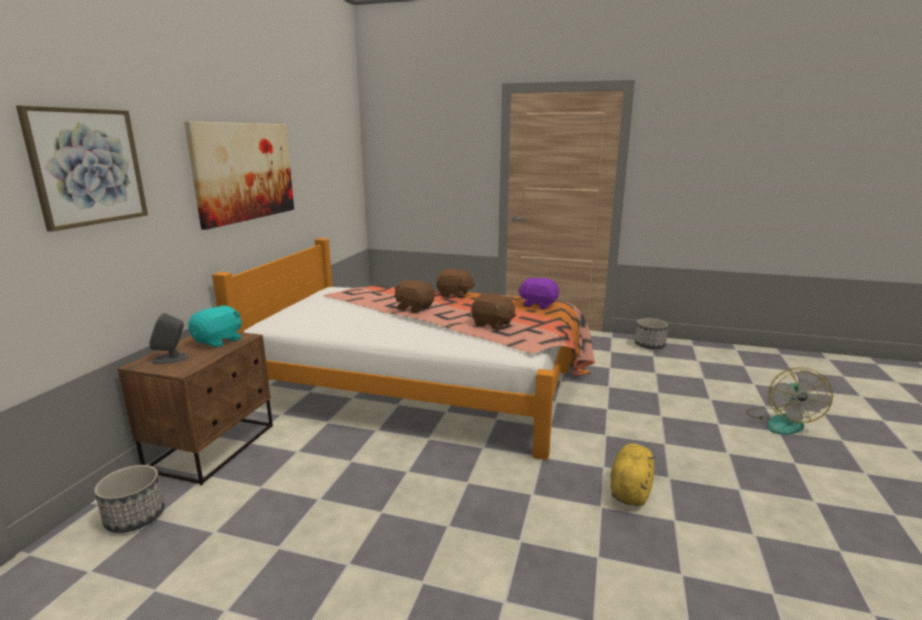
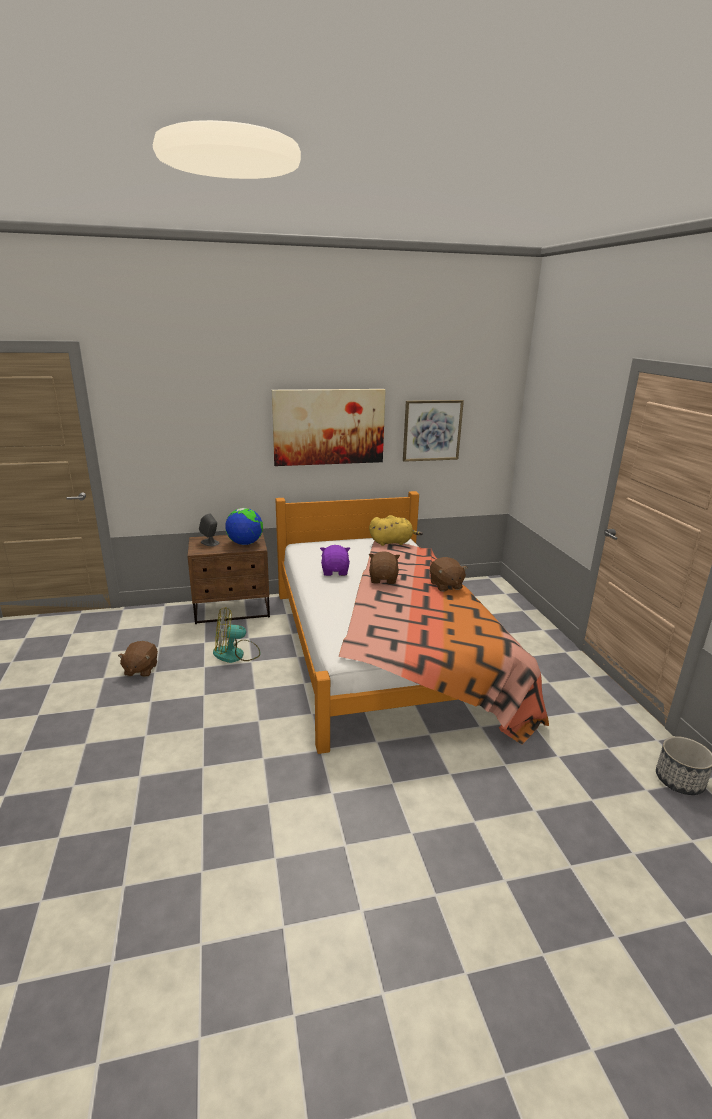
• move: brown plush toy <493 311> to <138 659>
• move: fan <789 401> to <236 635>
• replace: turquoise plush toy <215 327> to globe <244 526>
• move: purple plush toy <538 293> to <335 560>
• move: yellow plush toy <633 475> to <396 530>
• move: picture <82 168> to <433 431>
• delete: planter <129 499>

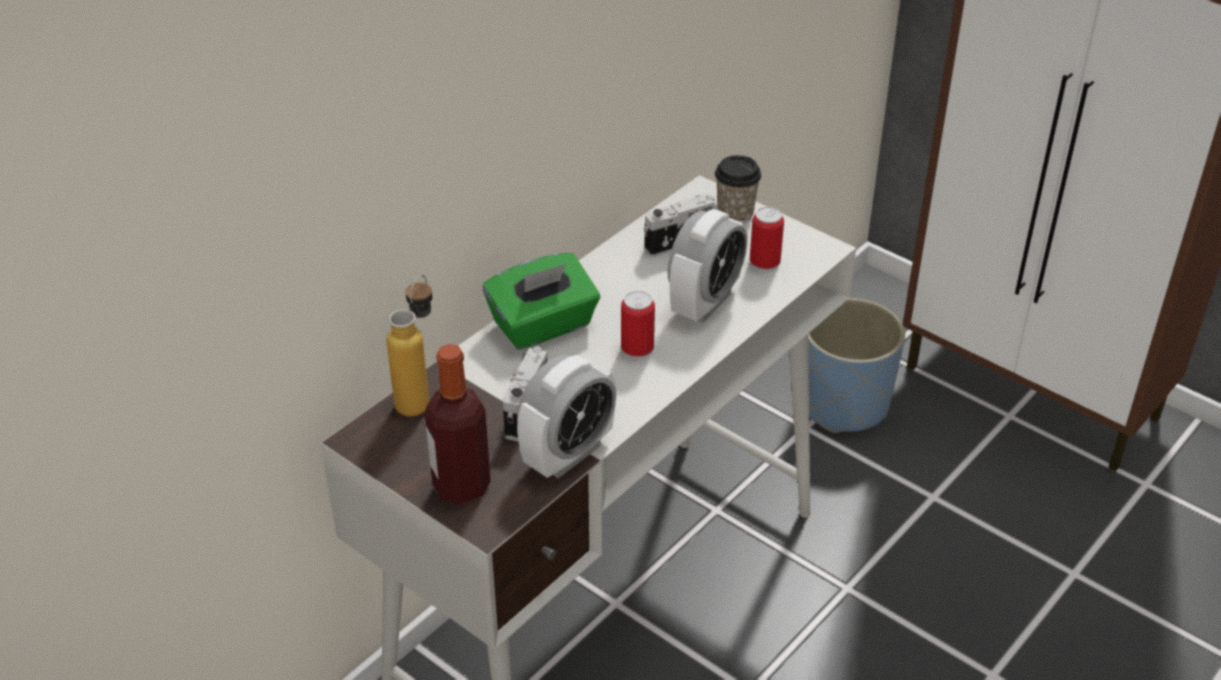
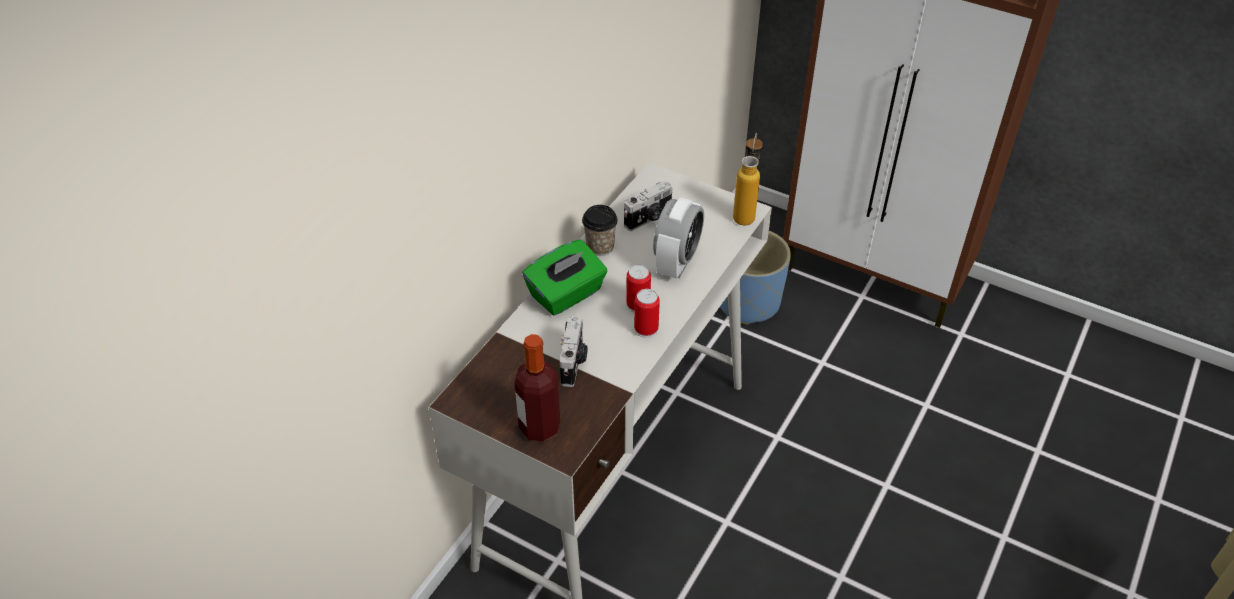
• move: cup <738 189> to <600 230>
• move: can <767 240> to <647 313>
• move: bottle <409 345> to <748 179>
• delete: alarm clock <566 416>

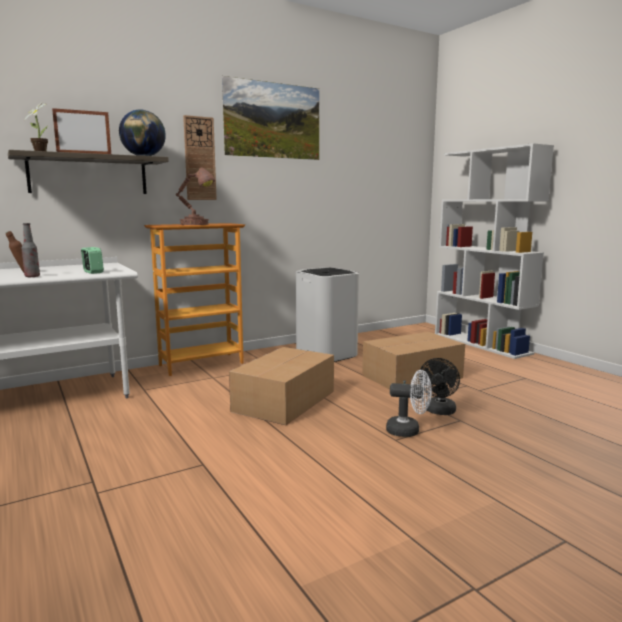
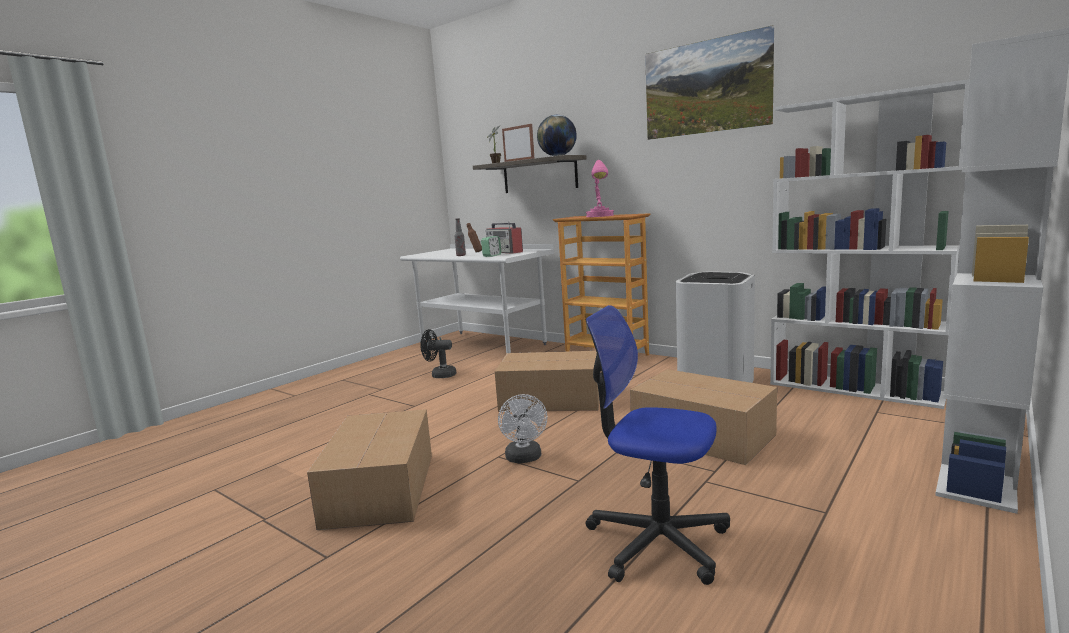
• insert: cardboard box <369 469>
• move: black fan <440 386> to <438 353>
• insert: radio <504 238>
• recolor: brown table lamp <195 196> to pink table lamp <600 188>
• insert: office chair <658 445>
• insert: white bookcase <869 244>
• delete: wall clock <200 157>

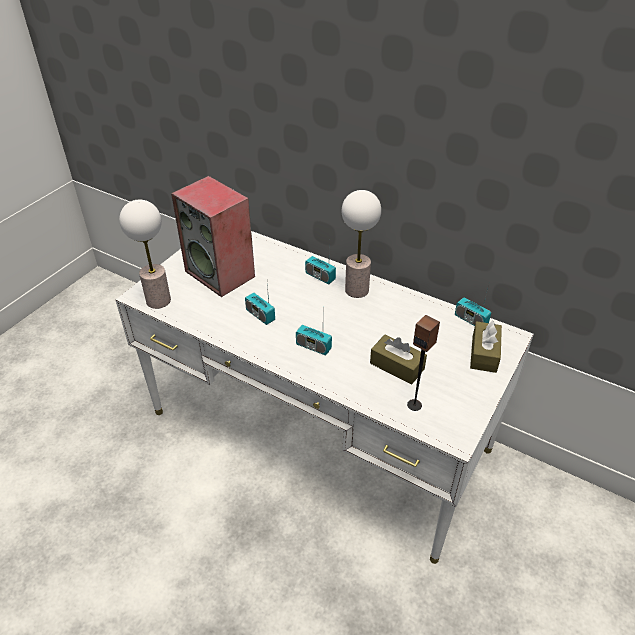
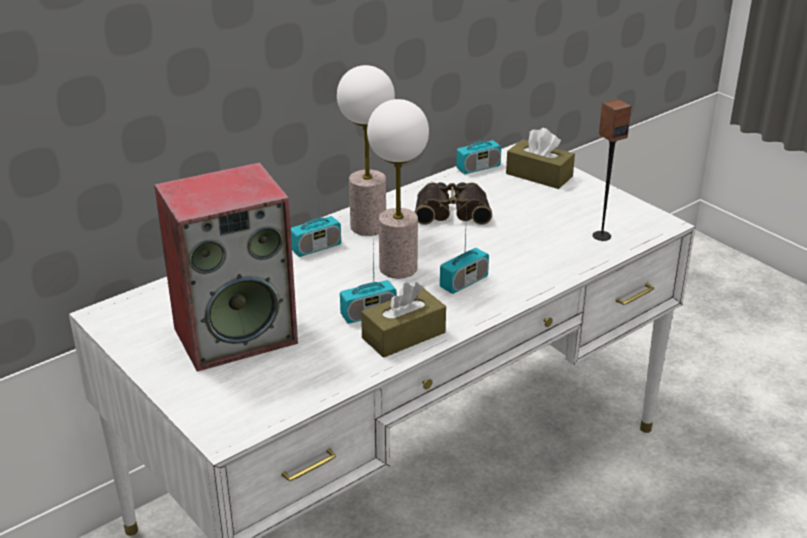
• move: brown tissue box <398 360> to <403 320>
• move: table lamp <145 254> to <398 188>
• insert: binoculars <453 203>

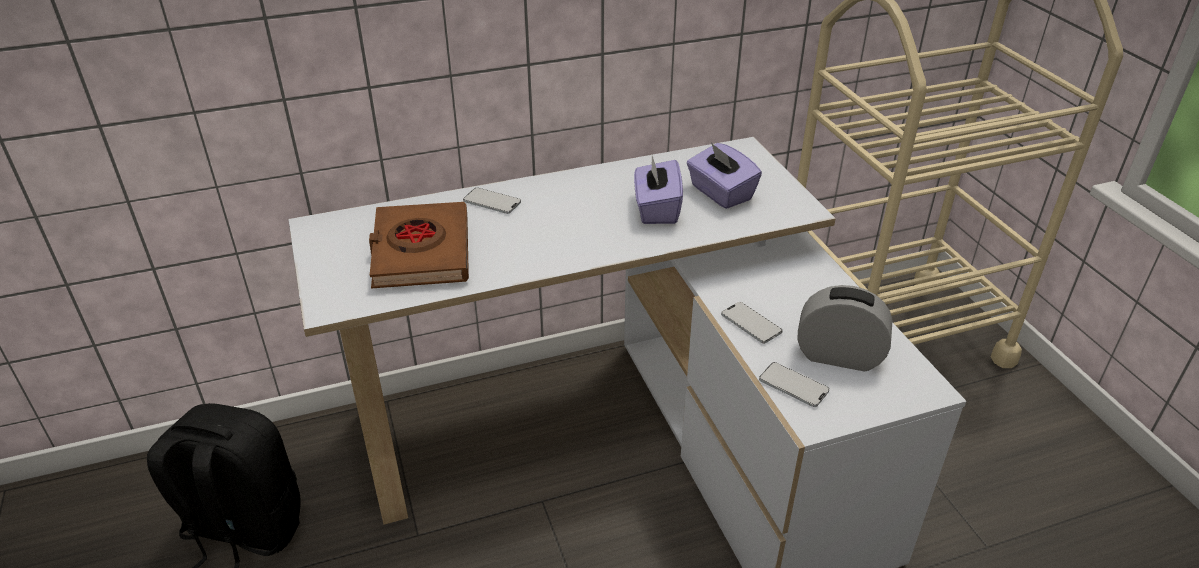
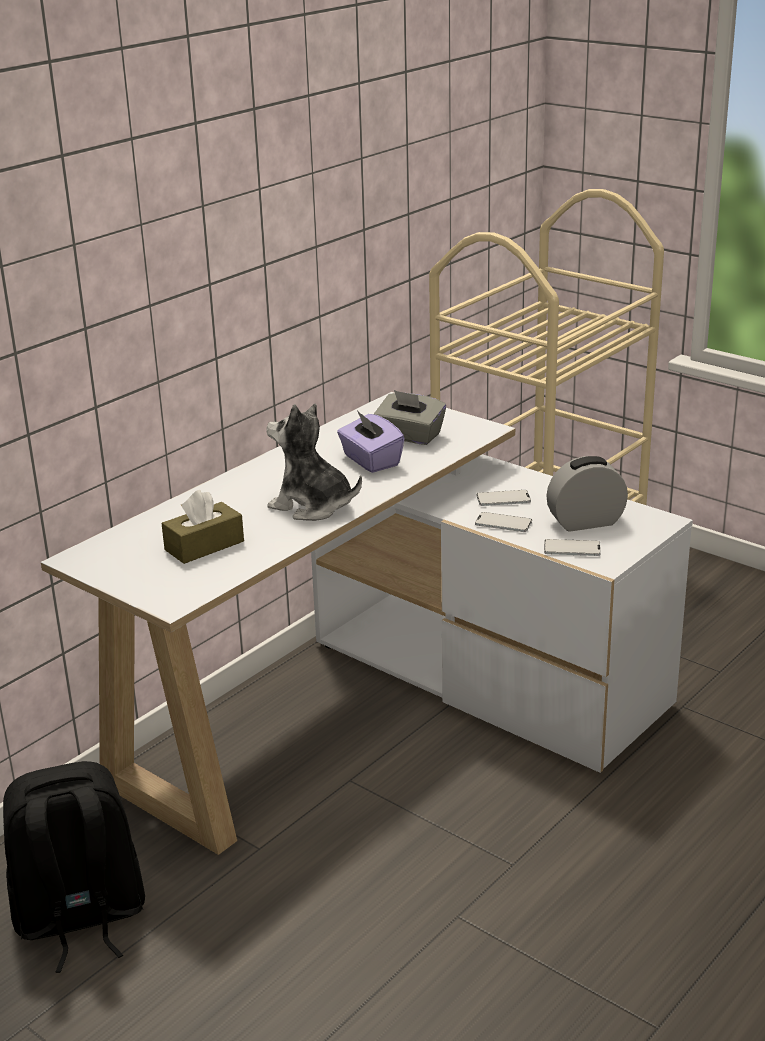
• replace: brown book <419 245> to brown tissue box <203 527>
• insert: plush toy <314 462>
• recolor: purple tissue box <724 175> to grey tissue box <410 417>
• move: phone <492 200> to <504 498>

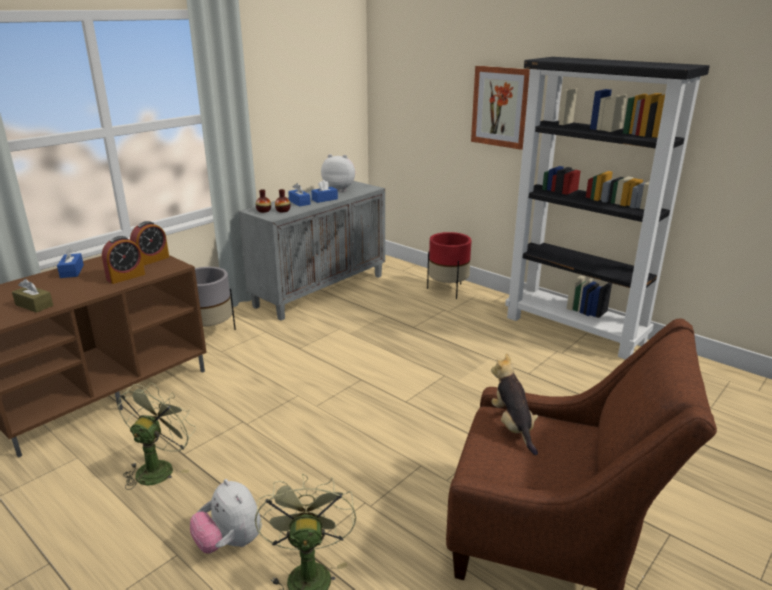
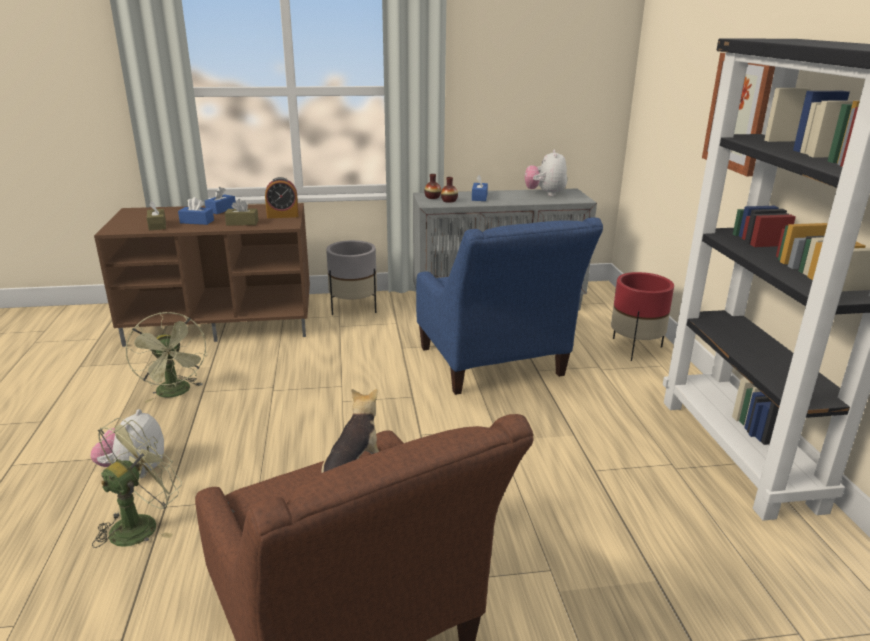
• rotate: green fan <157 436> = <166 357> 90 degrees clockwise
• move: blue tissue box <324 191> to <196 211>
• replace: alarm clock <123 260> to brown tissue box <242 212>
• insert: blue armchair <509 306>
• rotate: plush toy <338 173> = <546 172> 135 degrees counterclockwise

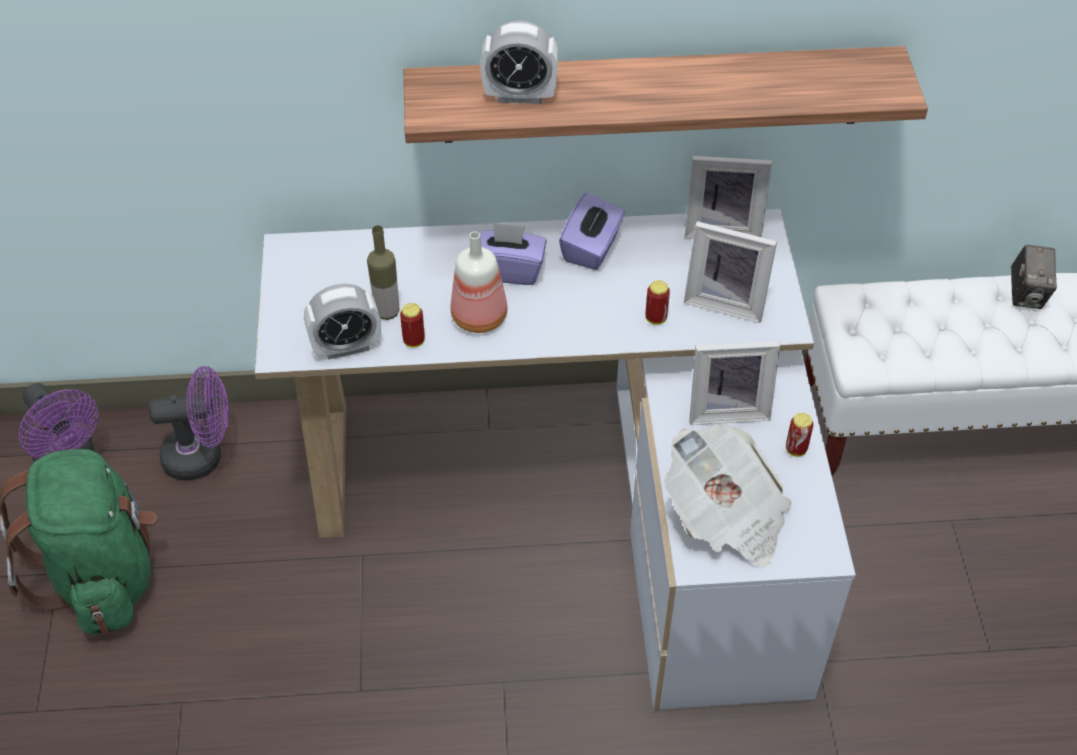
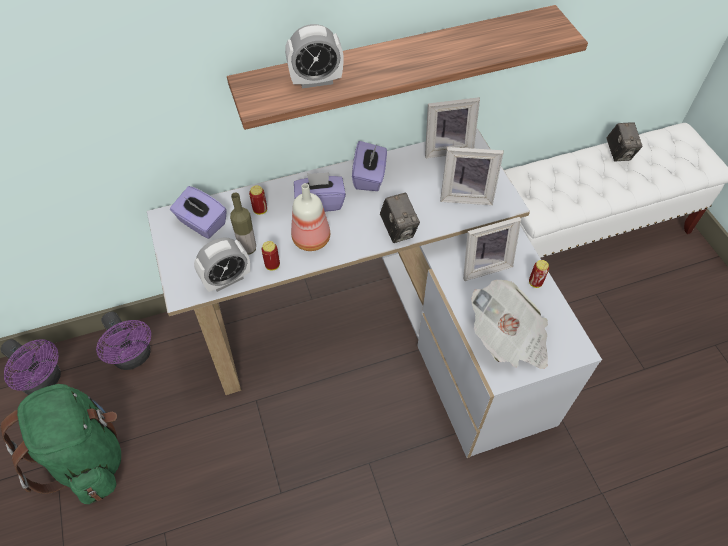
• rotate: purple fan <189 423> = <123 341> 75 degrees clockwise
• insert: purple tissue box <198 212>
• move: can <657 302> to <258 200>
• insert: photo camera <400 218>

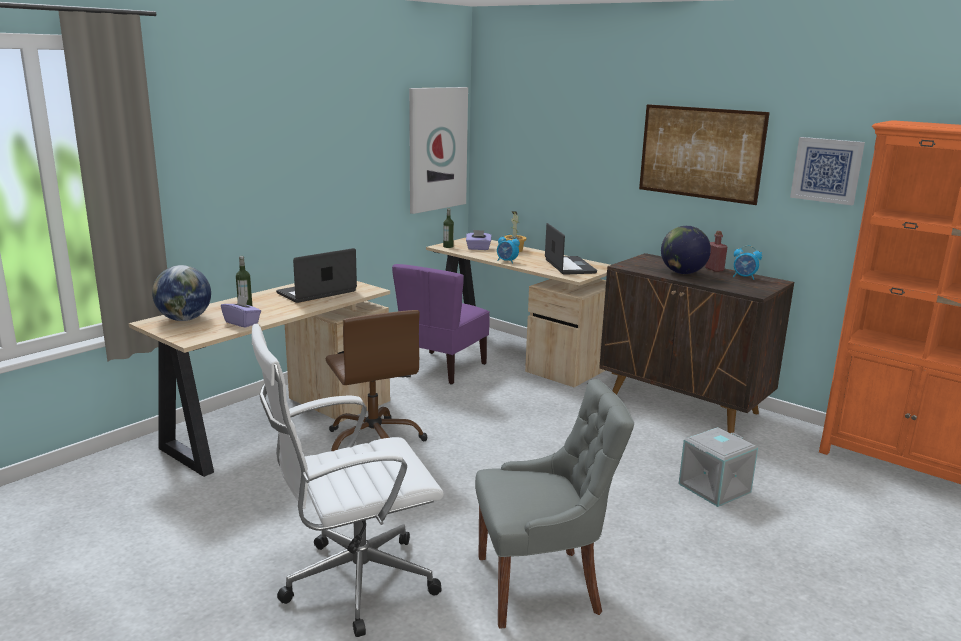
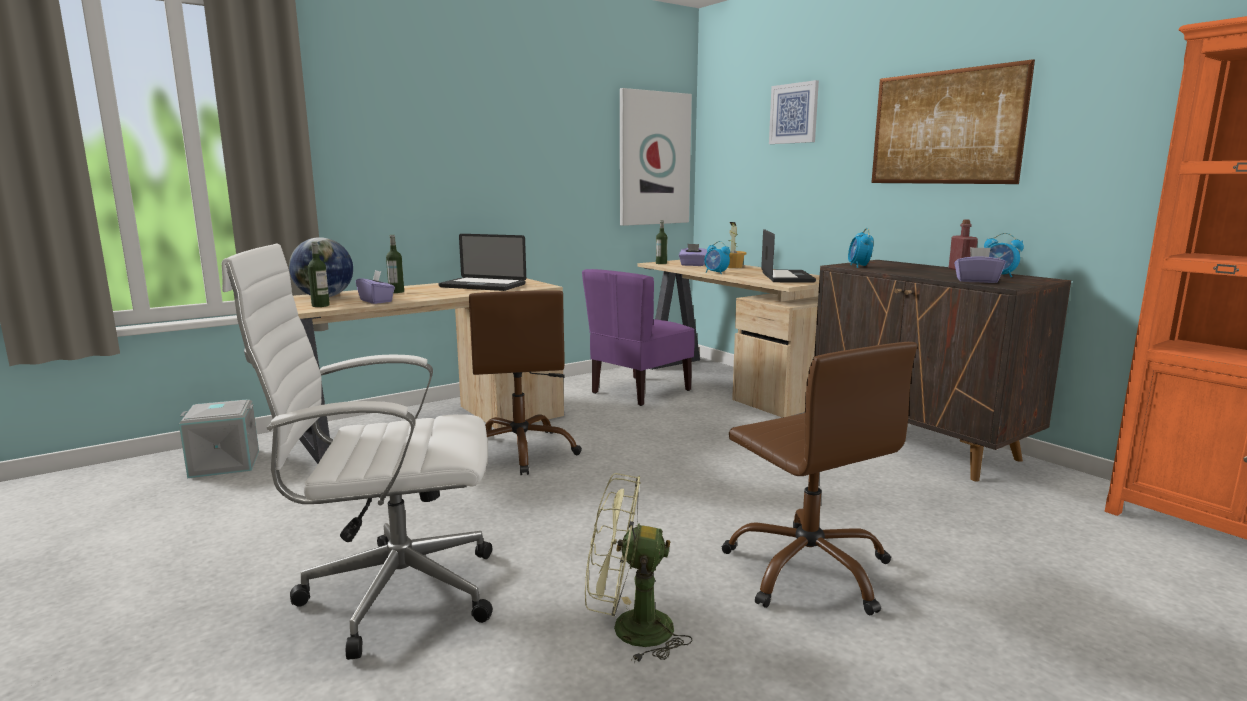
• move: grey storage box <718 467> to <219 439>
• insert: bottle <319 274>
• rotate: laptop <316 275> = <482 262> 135 degrees counterclockwise
• replace: grey chair <554 504> to green fan <638 568>
• insert: brown office chair <819 478>
• move: picture <827 171> to <794 112>
• insert: alarm clock <860 248>
• insert: purple tissue box <980 265>
• delete: globe <686 250>

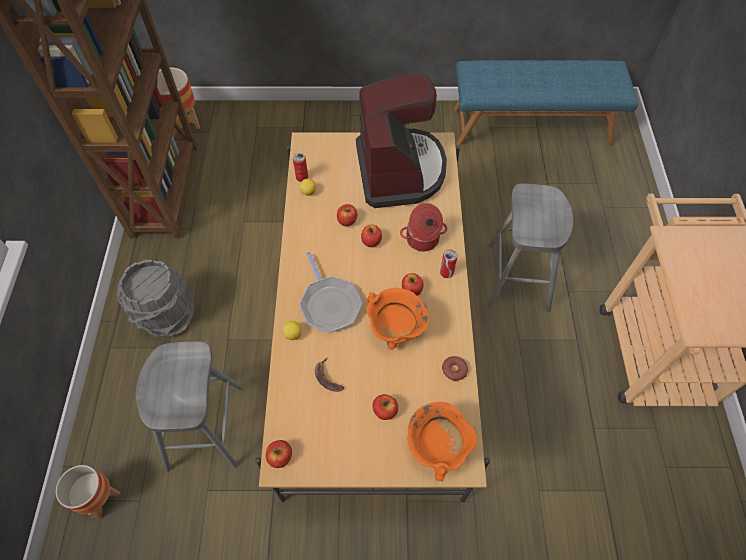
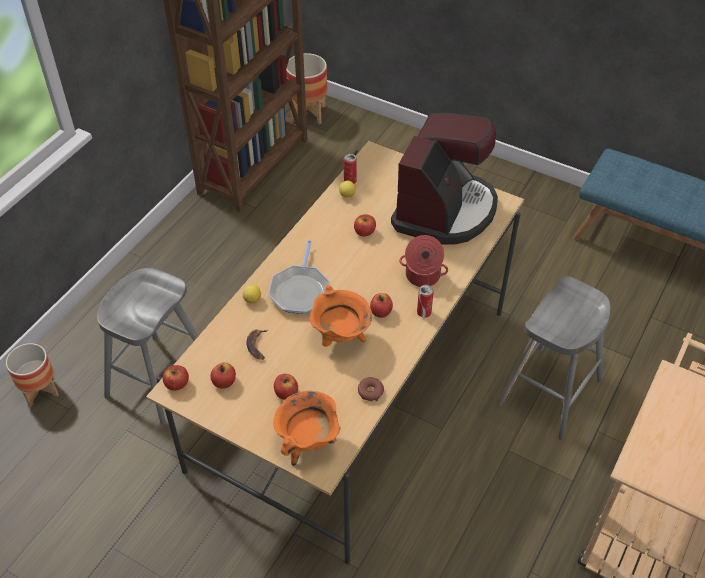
• move: apple <371 236> to <223 376>
• delete: grey bucket <155 298>

